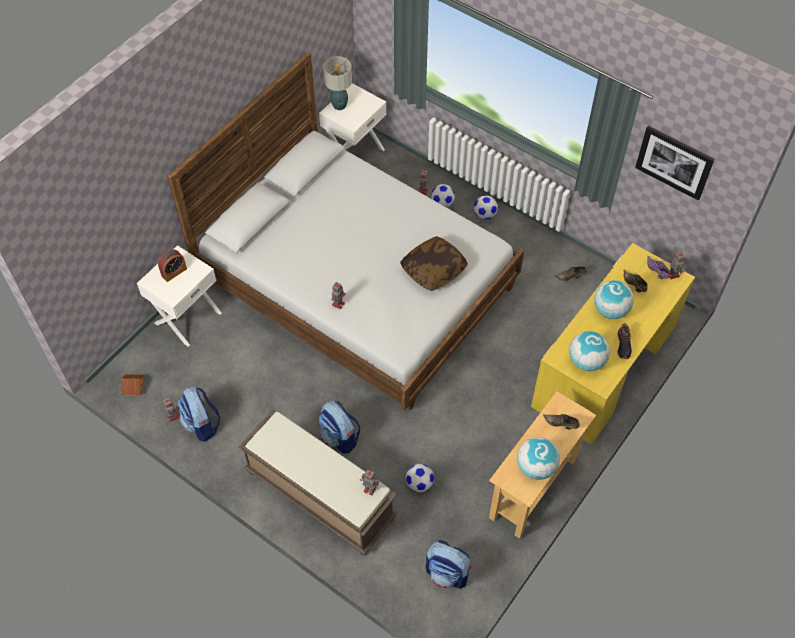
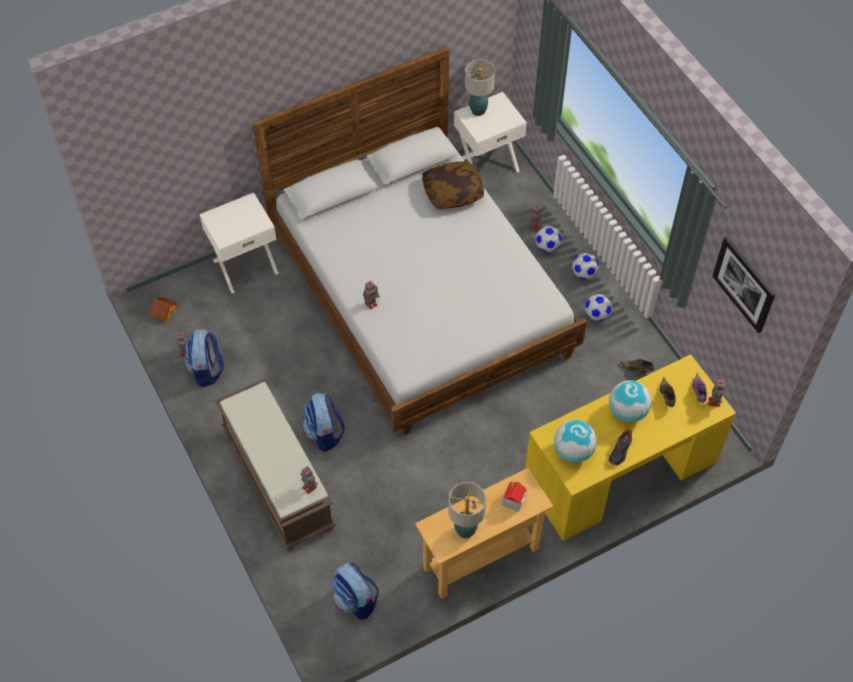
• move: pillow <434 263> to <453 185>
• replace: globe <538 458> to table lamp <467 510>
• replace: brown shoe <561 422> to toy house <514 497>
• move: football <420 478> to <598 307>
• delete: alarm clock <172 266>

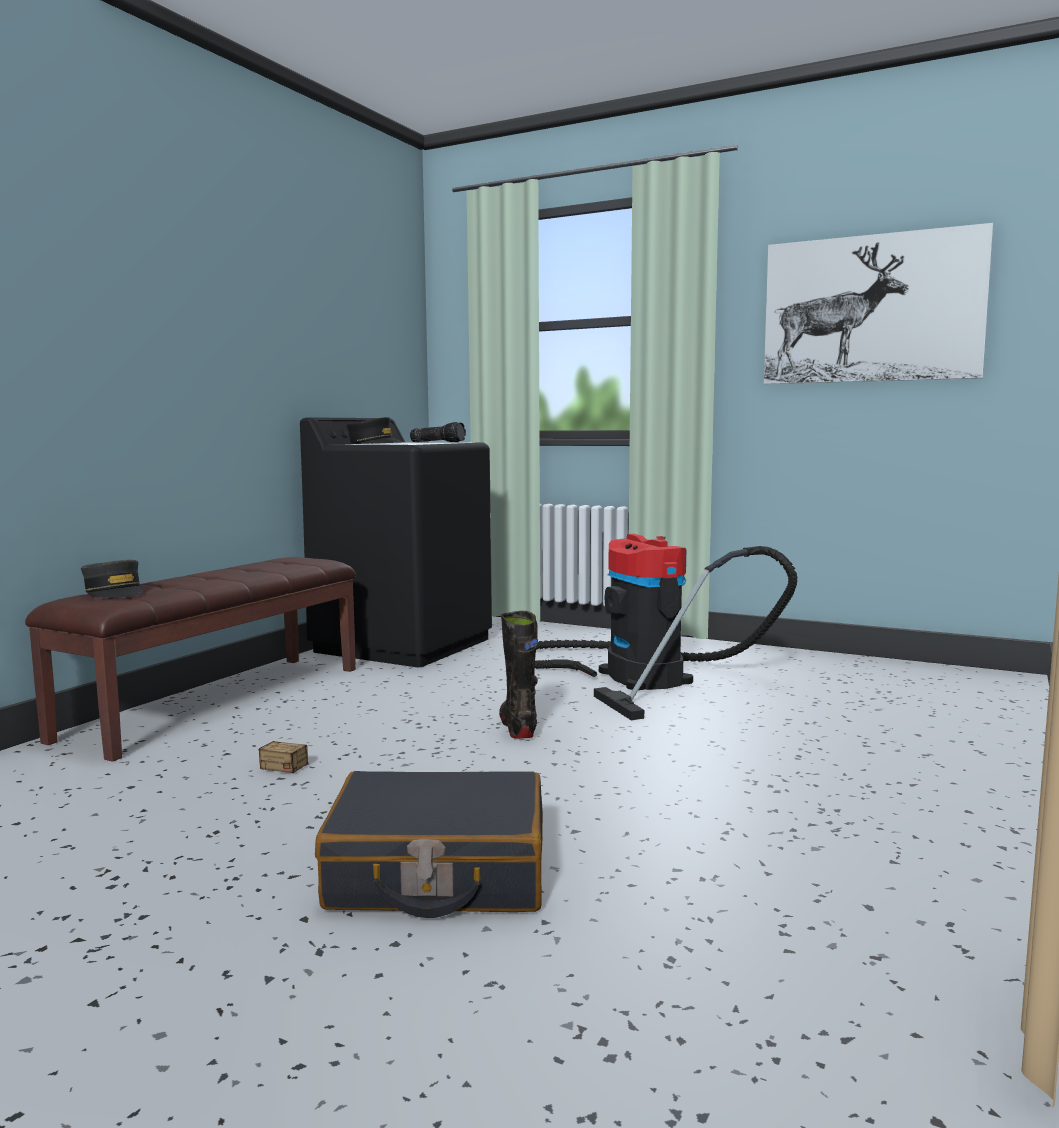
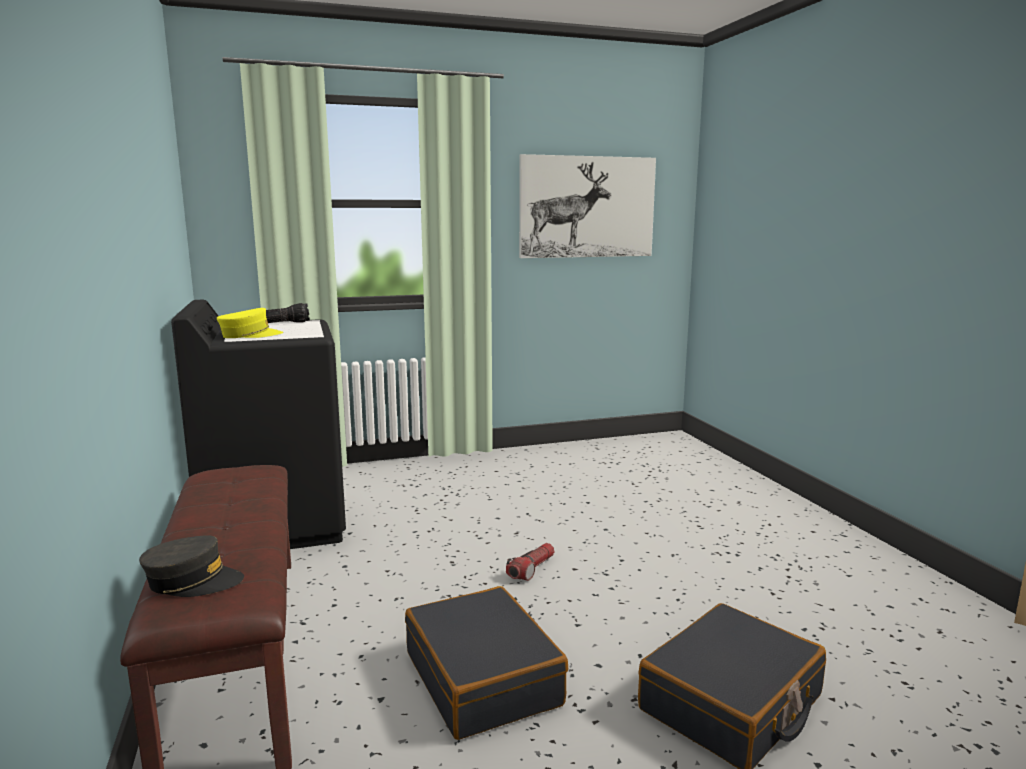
• recolor: black cap <374 430> to yellow cap <250 323>
• replace: storage box <304 737> to black suitcase <486 663>
• replace: black boot <518 675> to flashlight <530 562>
• delete: vacuum cleaner <666 627>

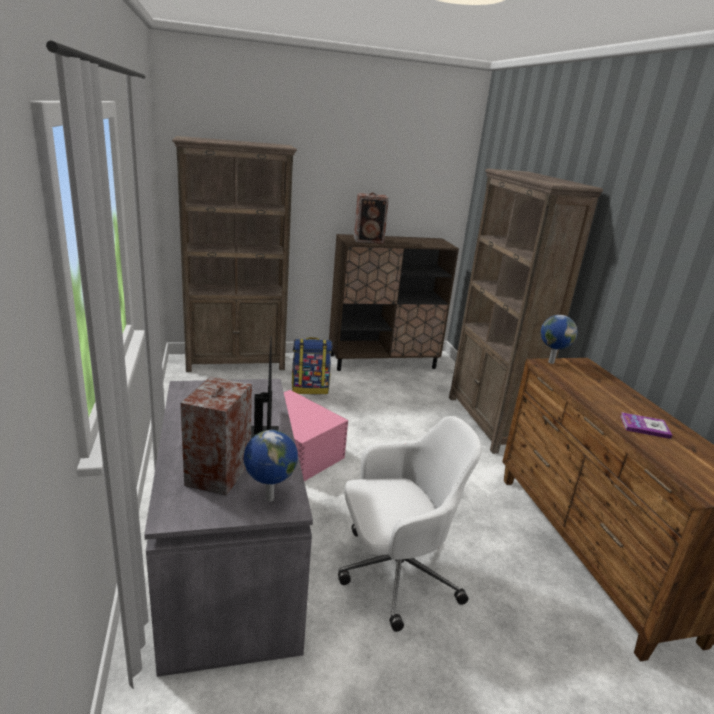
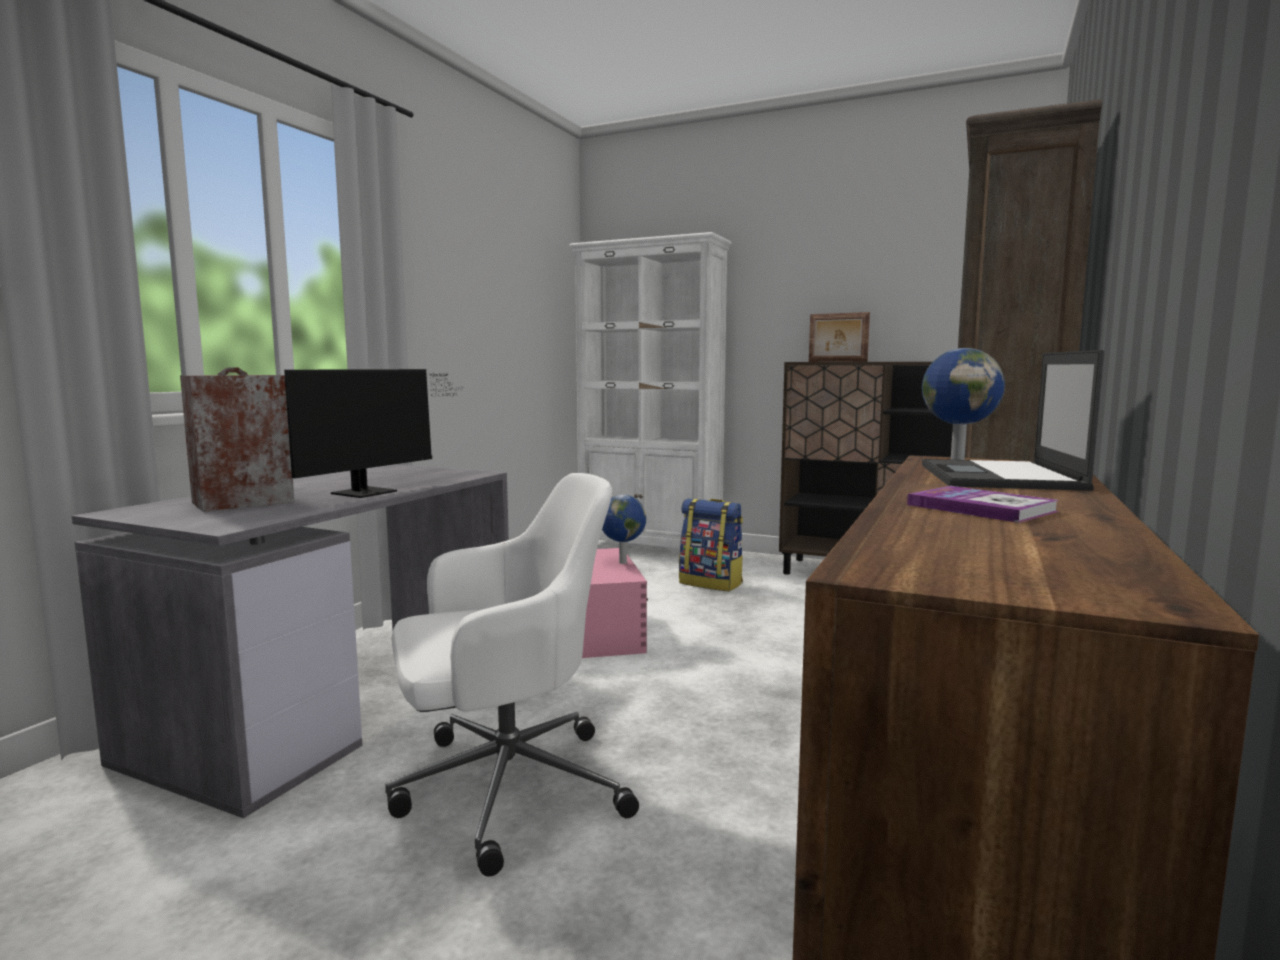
• rotate: white office chair <410 524> = <512 675> 45 degrees counterclockwise
• recolor: brown bookcase <234 254> to white bookcase <650 390>
• move: globe <271 466> to <624 529>
• replace: speaker <371 218> to picture frame <839 337>
• insert: laptop <1013 420>

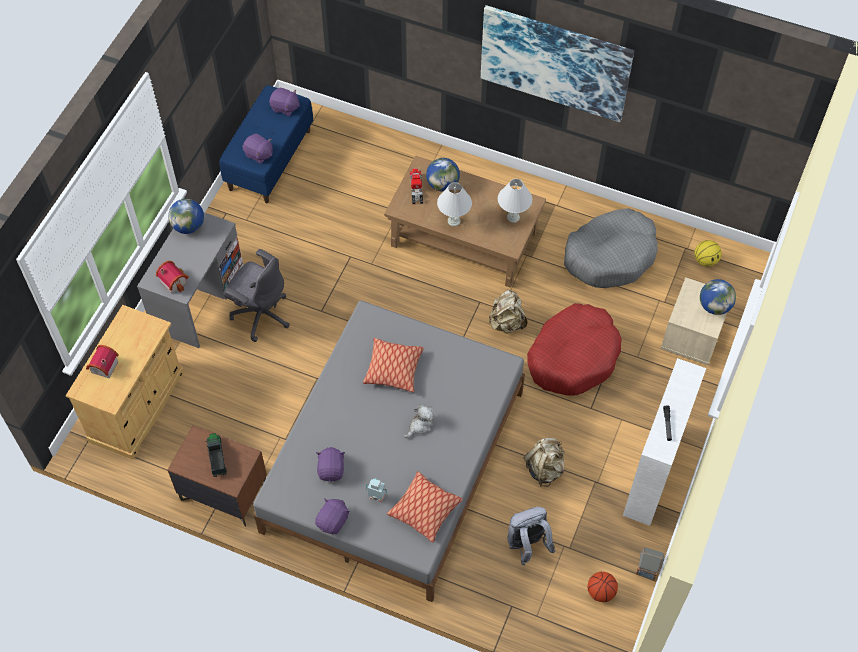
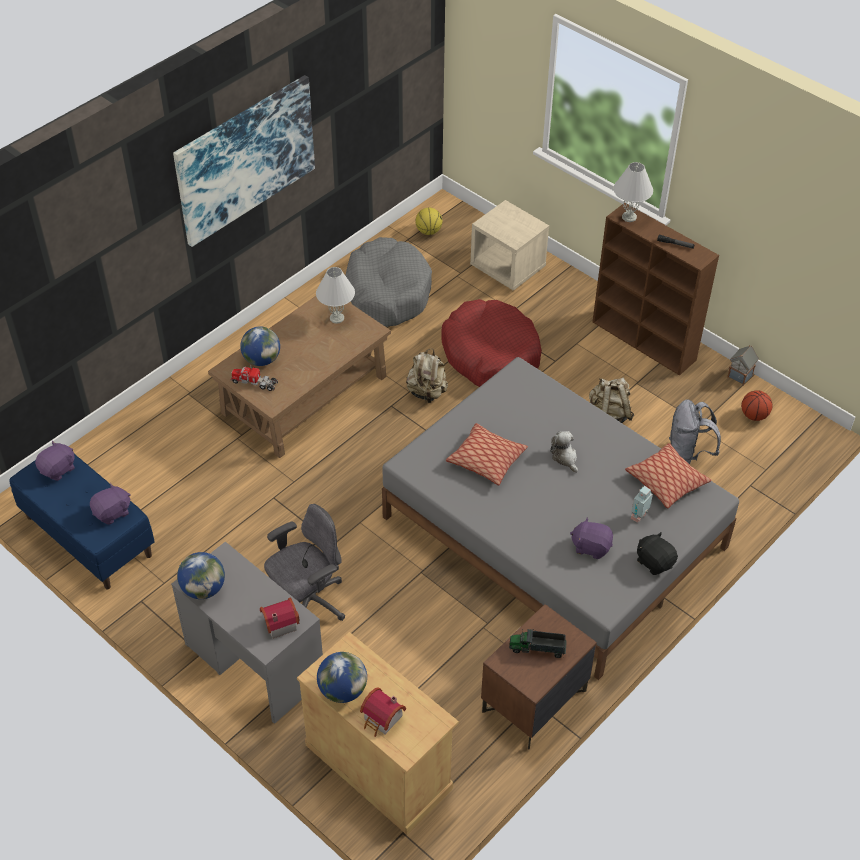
• move: globe <718 297> to <342 677>
• recolor: white bookcase <664 442> to brown bookcase <655 289>
• move: white table lamp <454 204> to <633 192>
• recolor: purple plush toy <332 516> to black plush toy <657 553>

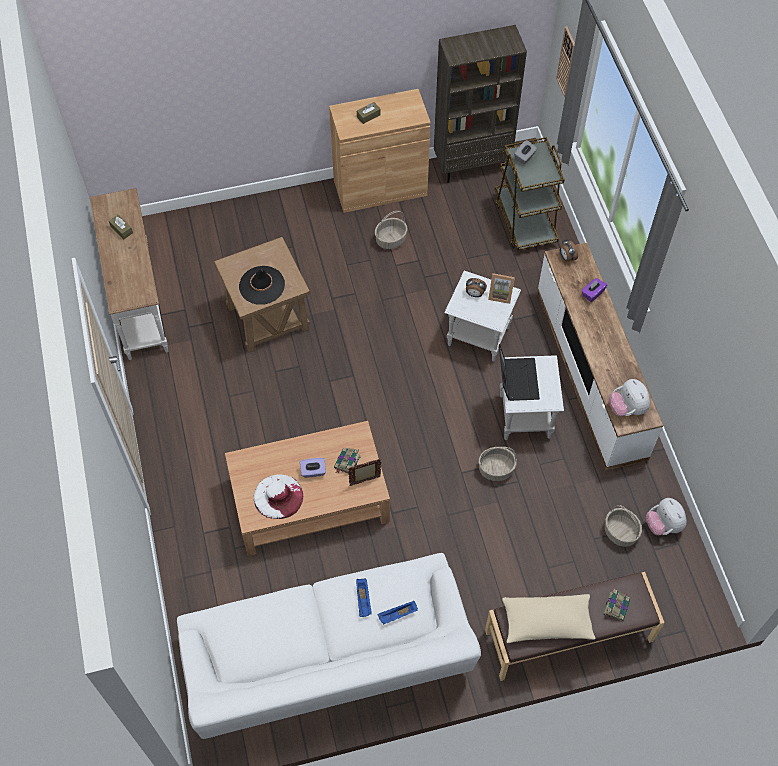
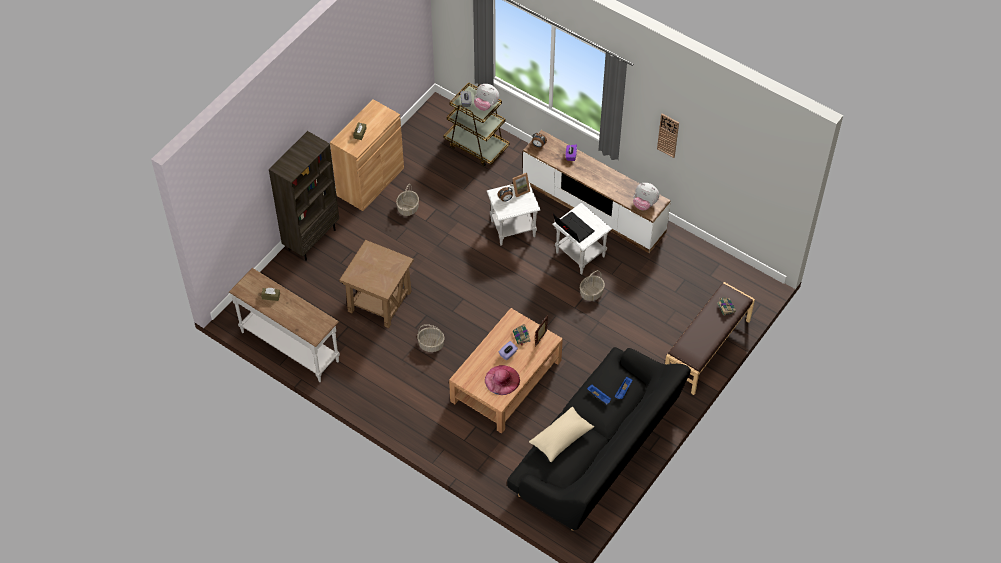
• move: brown bookcase <480 104> to <304 196>
• move: basket <623 526> to <431 338>
• move: plush toy <666 516> to <486 97>
• recolor: white hat <278 496> to pink hat <502 380>
• recolor: white sofa <329 646> to black sofa <599 439>
• move: beige pillow <548 618> to <561 434>
• move: wall clock <565 62> to <668 136>
• delete: black hat <262 285>

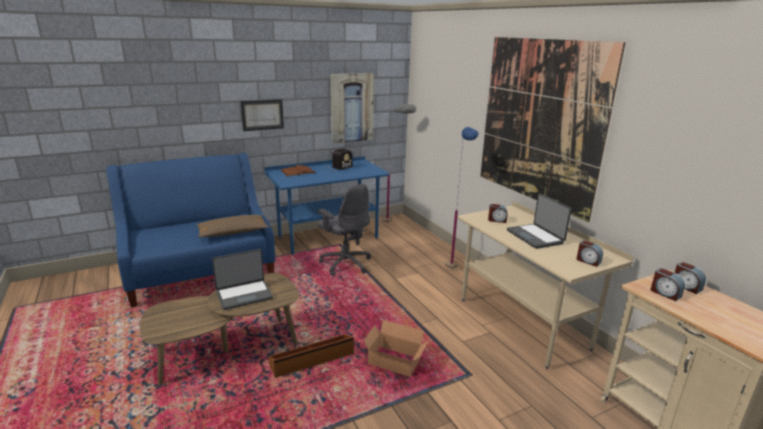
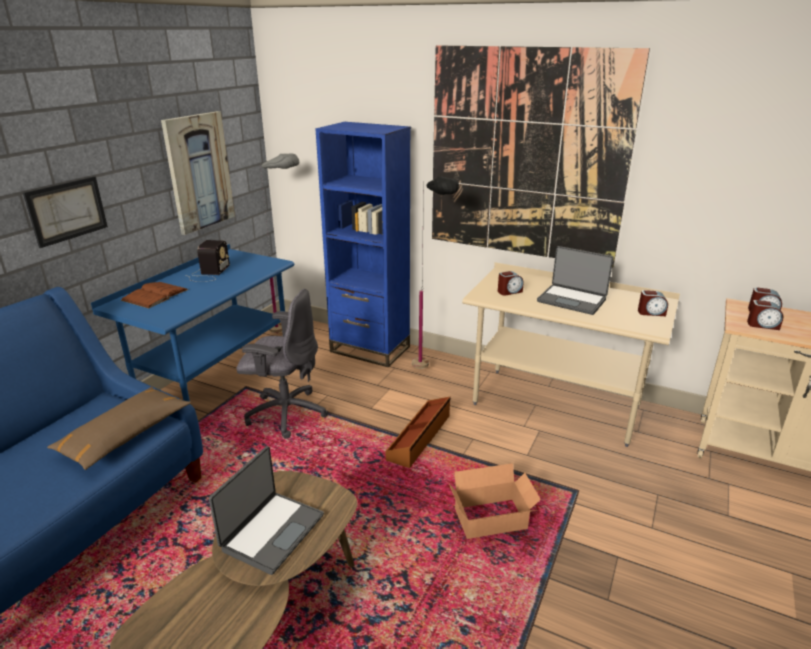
• insert: blue bookcase <363 244>
• move: brown storage box <311 356> to <418 432>
• recolor: blue floor lamp <462 198> to black floor lamp <435 272>

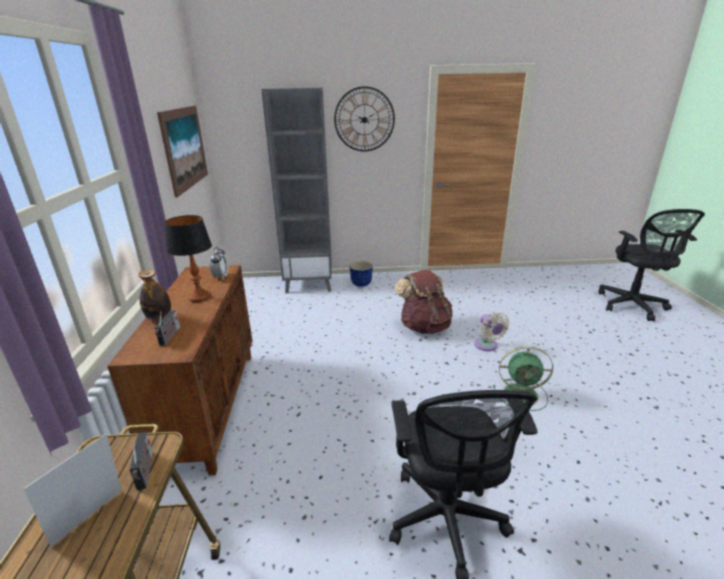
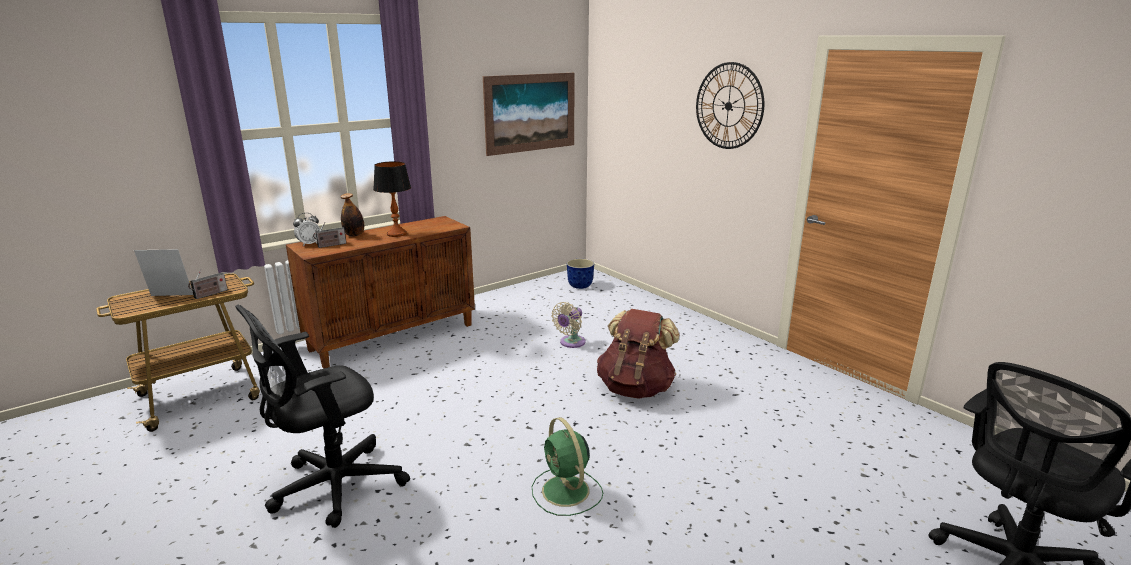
• move: alarm clock <218 263> to <306 229>
• move: beige fan <491 331> to <568 325>
• move: planter <361 274> to <580 274>
• delete: grey bookcase <296 190>

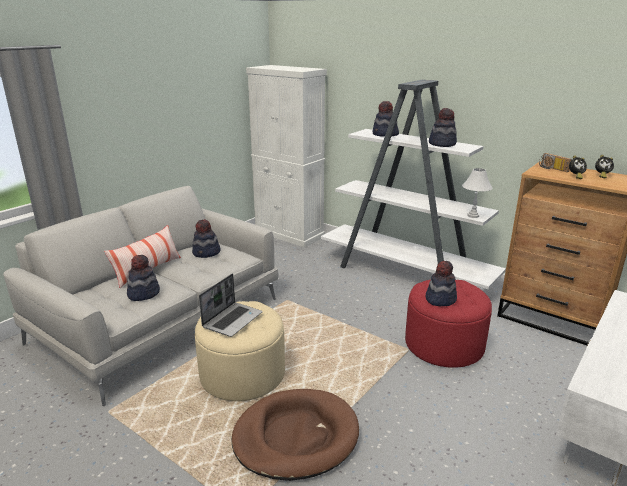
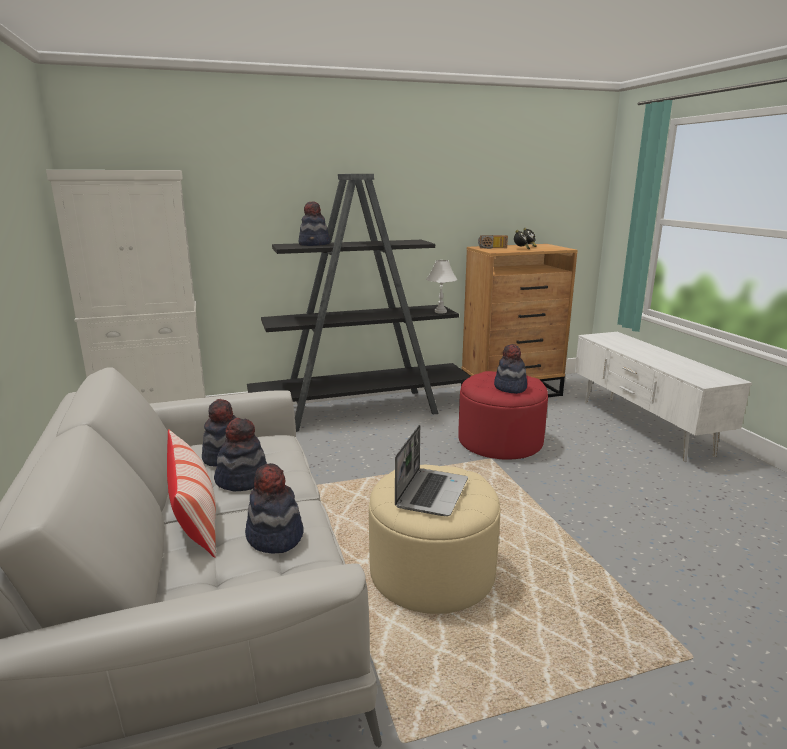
• move: hat <443 127> to <240 454>
• recolor: white bookcase <413 184> to black bookcase <359 303>
• rotate: laptop <230 305> = <431 470> 45 degrees clockwise
• delete: brown dog bed <295 435>

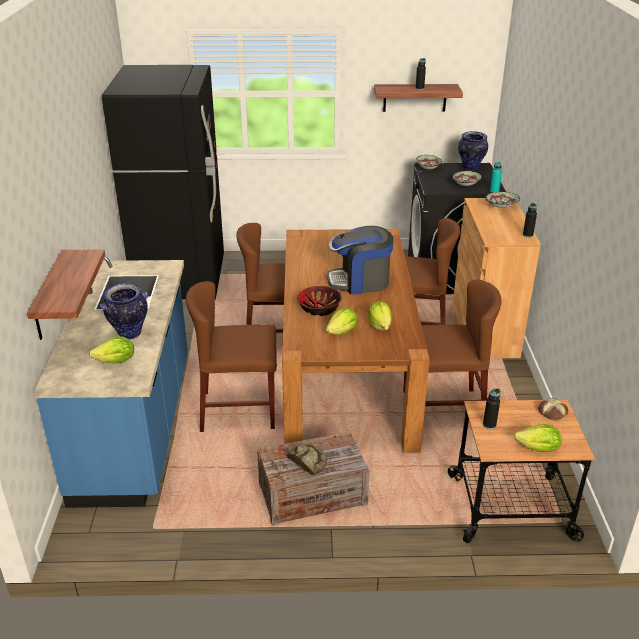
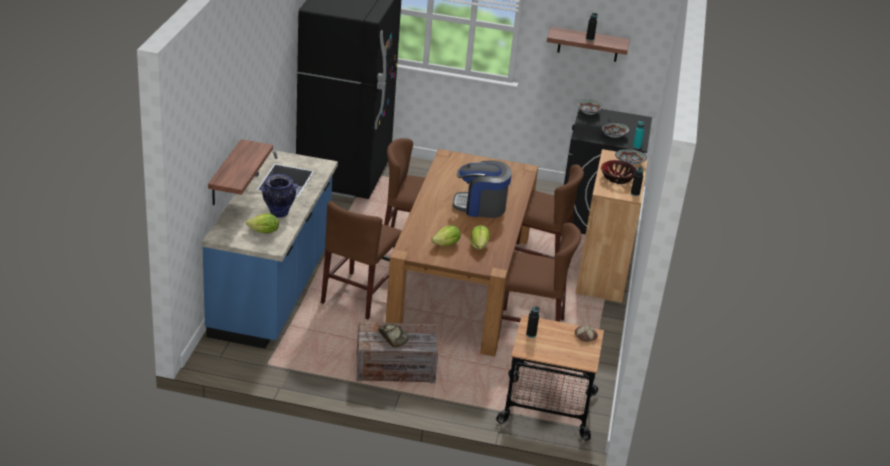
• rotate: brown chair <231 356> = <361 260> 75 degrees counterclockwise
• move: bowl <319 301> to <618 172>
• delete: vase <473 150>
• delete: lettuce <538 438>

